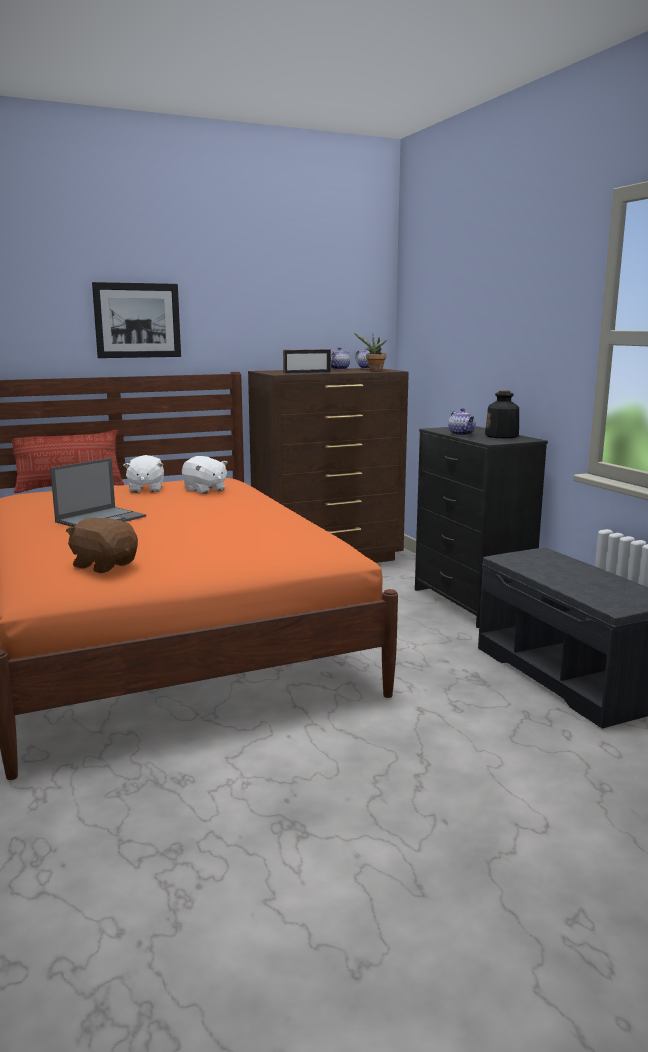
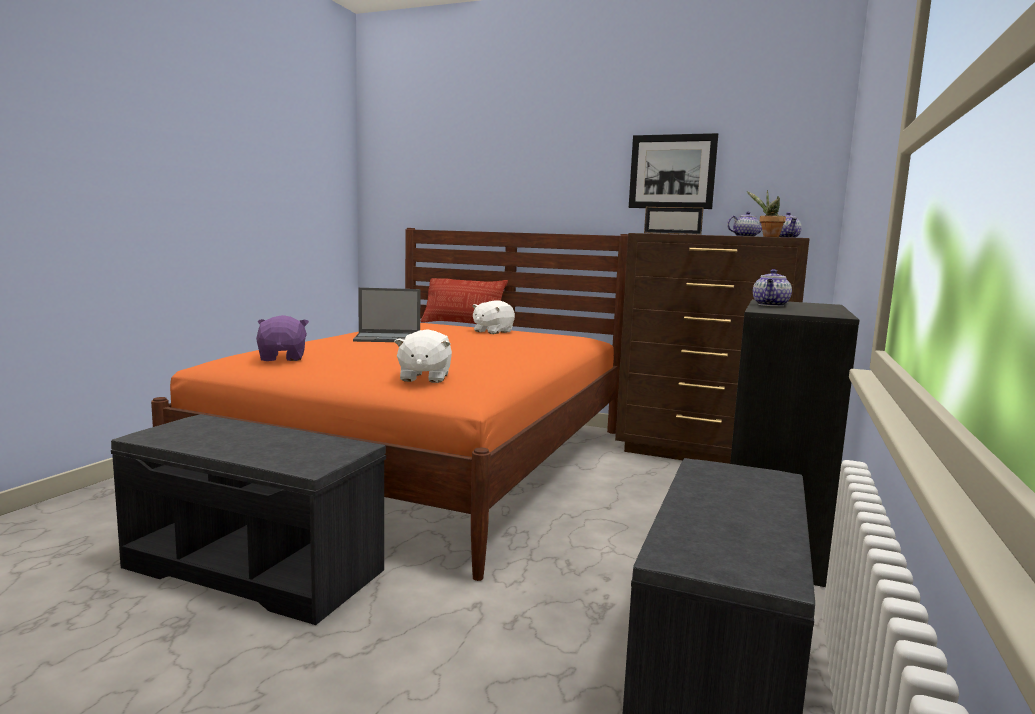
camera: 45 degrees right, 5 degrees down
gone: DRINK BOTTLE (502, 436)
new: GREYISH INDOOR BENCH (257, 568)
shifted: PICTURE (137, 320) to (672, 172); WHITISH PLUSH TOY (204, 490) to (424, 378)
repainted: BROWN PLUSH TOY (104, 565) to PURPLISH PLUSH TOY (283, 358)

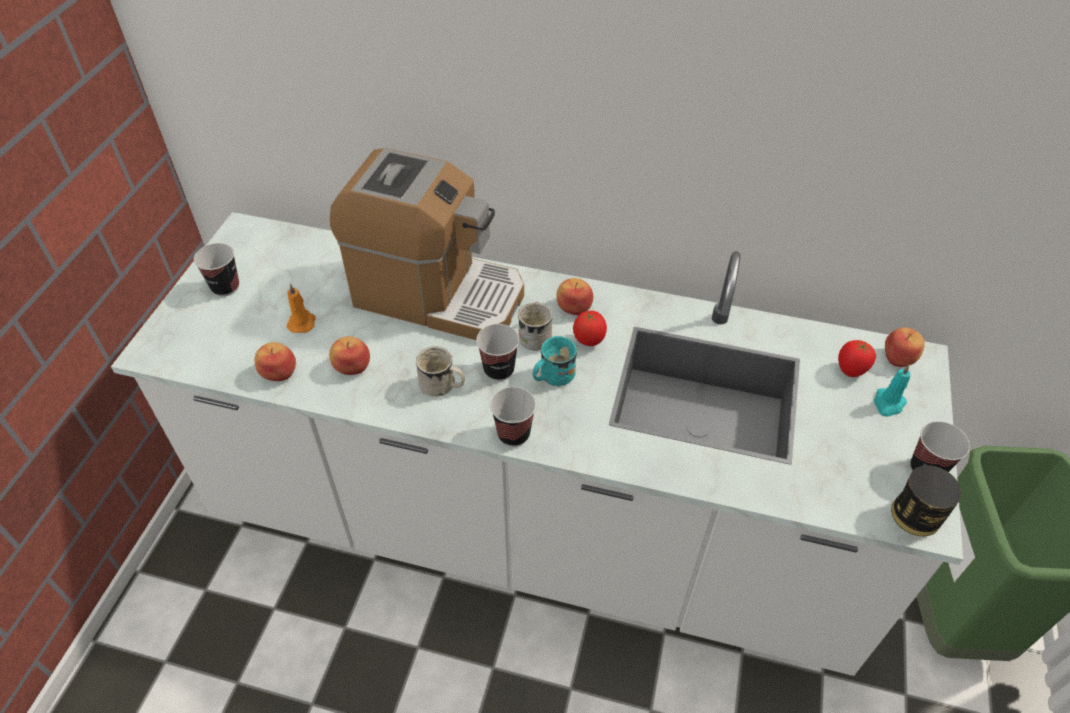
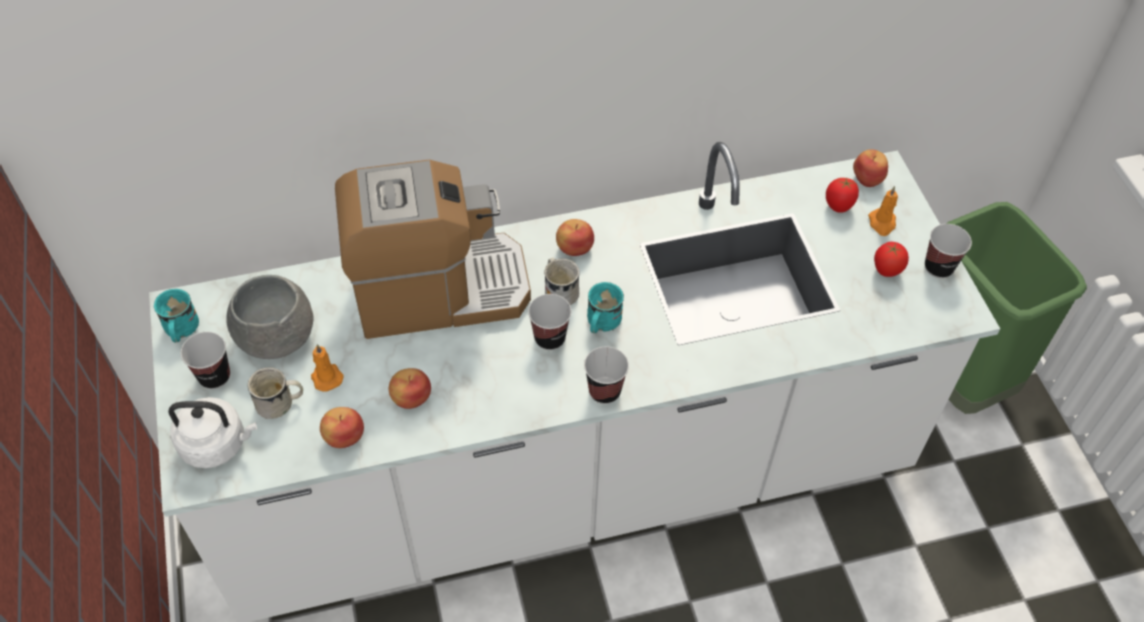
camera: 30 degrees left, 5 degrees up
gone: SEALED CAN (916, 515)
new: GREYISH SERVING BOWL (275, 335); TURQUOISE MUG (180, 331); WHITISH WATER KETTLE (217, 444)
shifted: FRESH TOMATO (589, 341) to (886, 271); WHITISH MUG (442, 387) to (281, 404)
repainted: TURQUOISE CANDLE (888, 403) to ORANGEY CANDLE (882, 223)

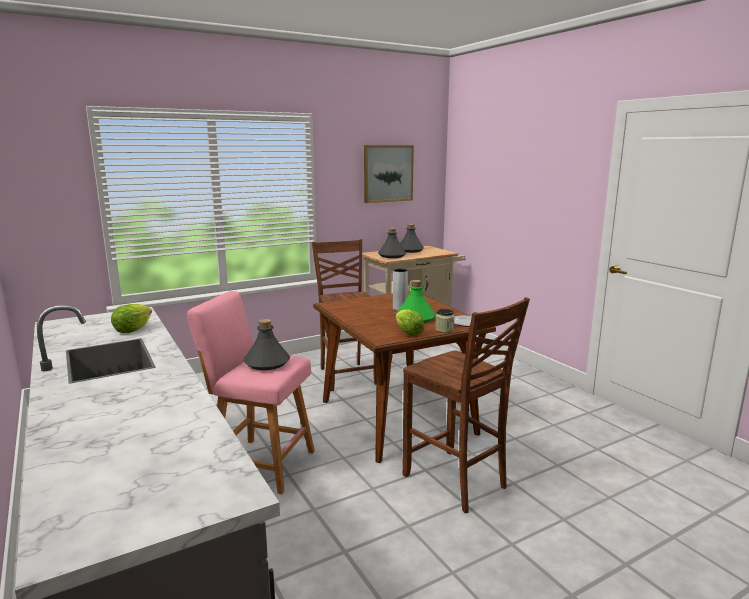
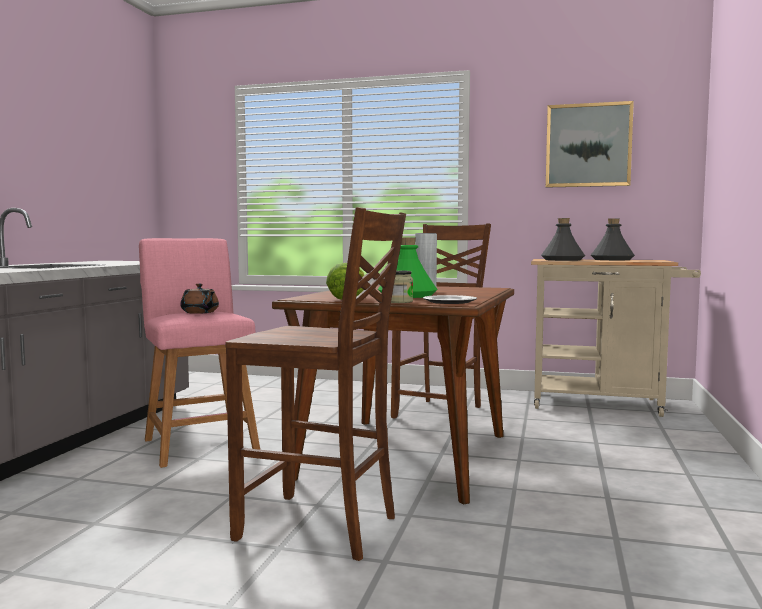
camera: 45 degrees right, 10 degrees down
gone: LETTUCE HEAD (132, 330)
swapped: GREYISH DRINK BOTTLE (267, 363) to BROWN TEA POT (200, 312)
rotated: BROWN UPRIGHT CHAIR (456, 482) = (320, 528) 75 degrees counterclockwise

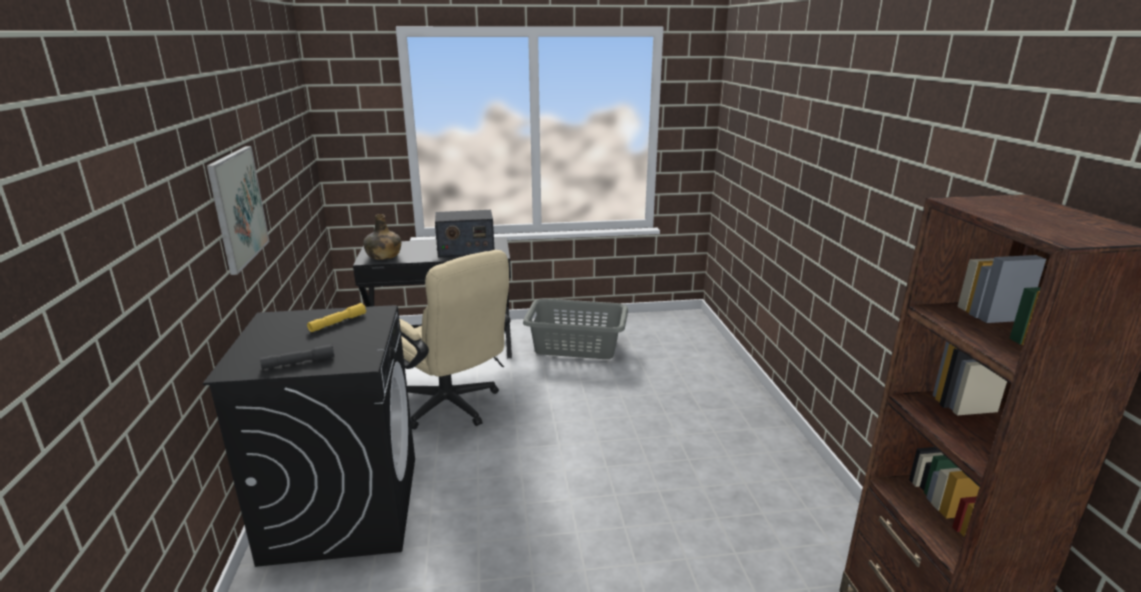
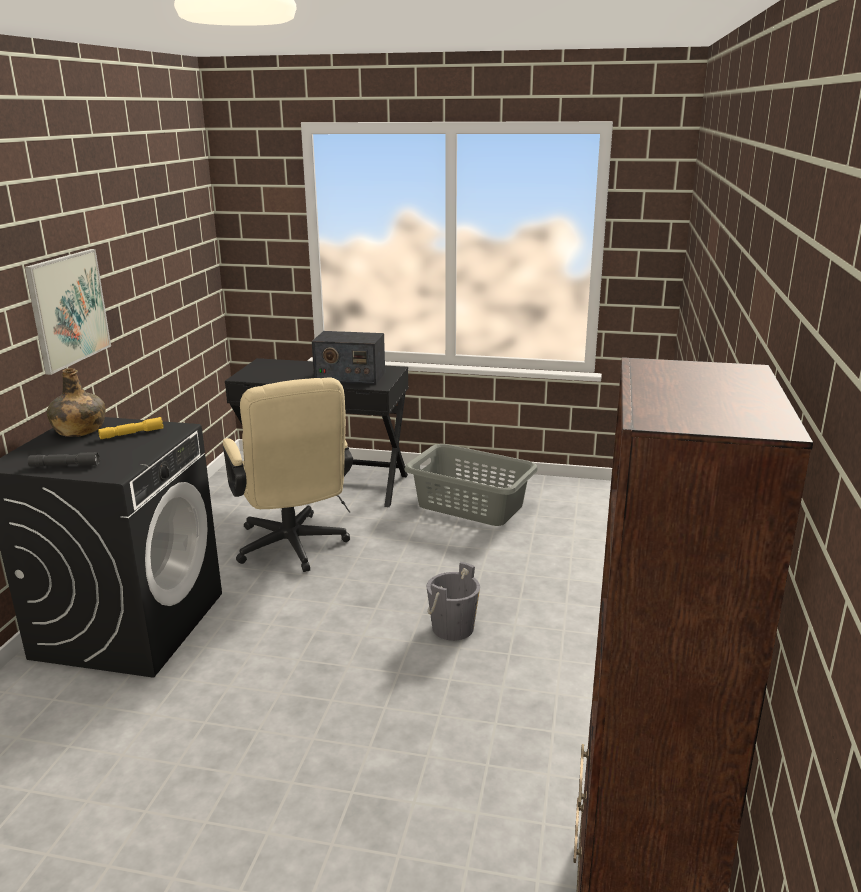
camera: 20 degrees right, 0 degrees up
new: GREYISH WATER BUCKET (453, 628)
shifted: GREENISH DRINK BOTTLE (383, 256) to (79, 430)

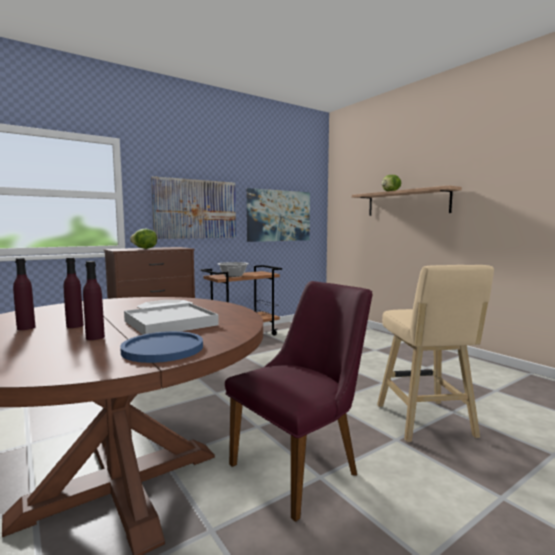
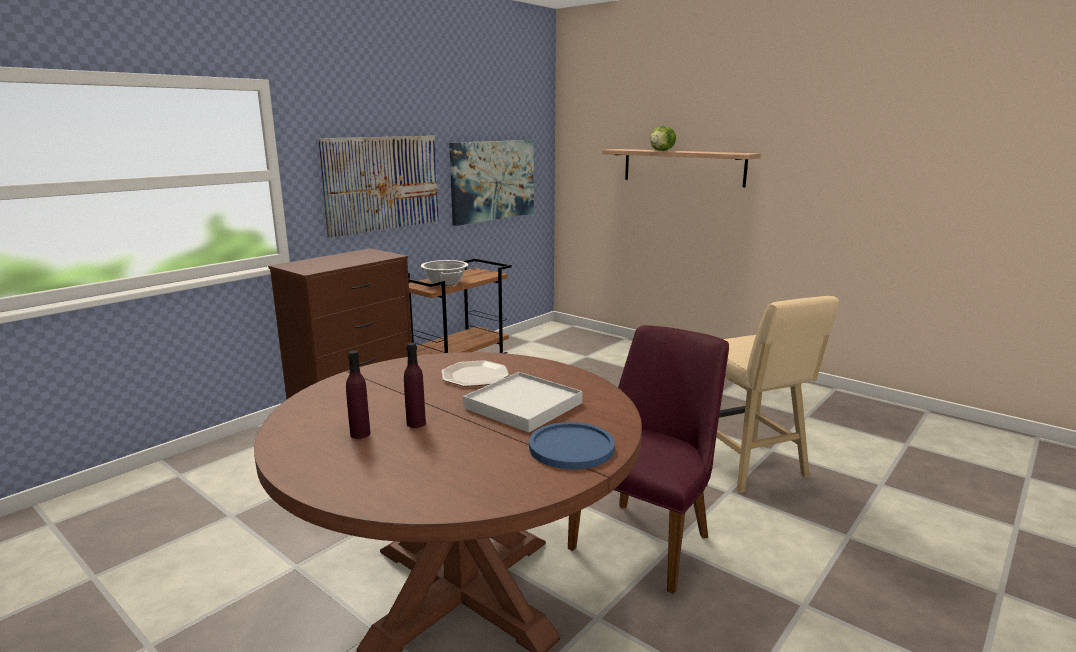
camera: 15 degrees left, 10 degrees up
gone: LETTUCE HEAD (144, 248); PURPLISH DRINK BOTTLE (95, 337)

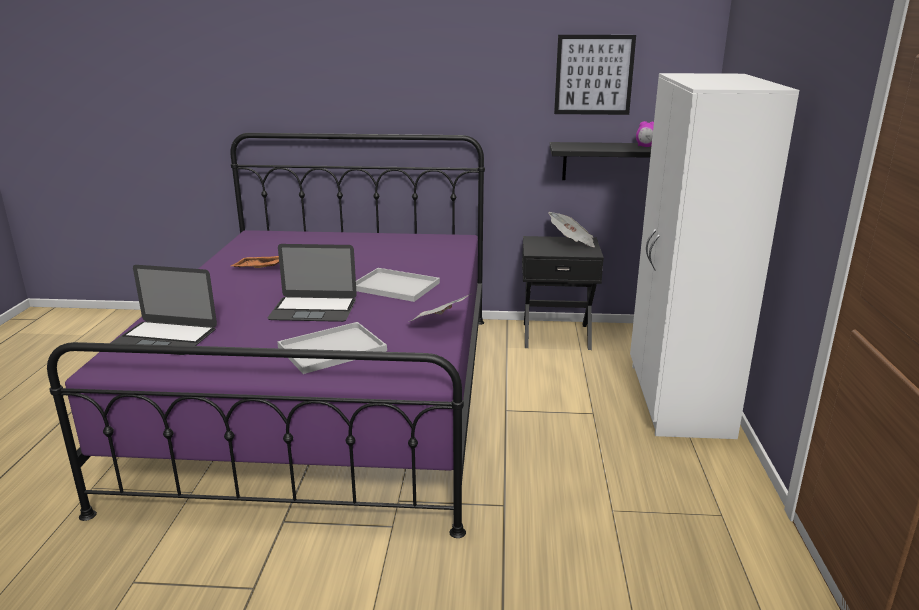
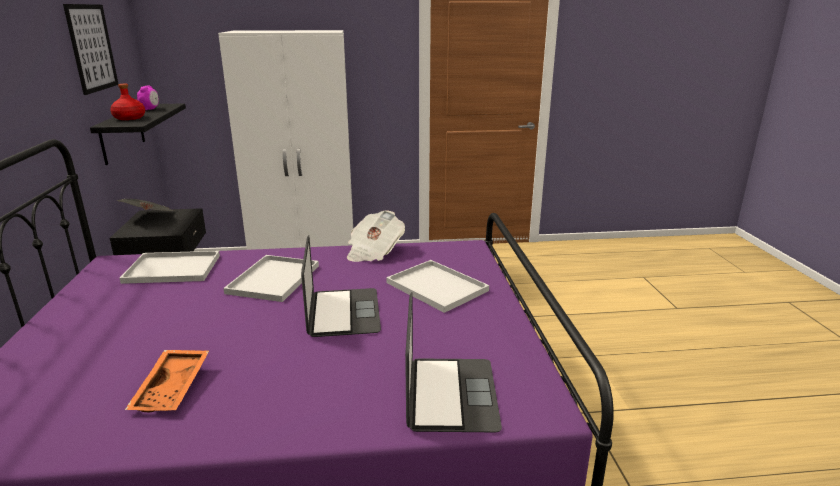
camera: 100 degrees left, 0 degrees up
new: RED DRINK BOTTLE (129, 118); WHITISH TRAY (174, 268)

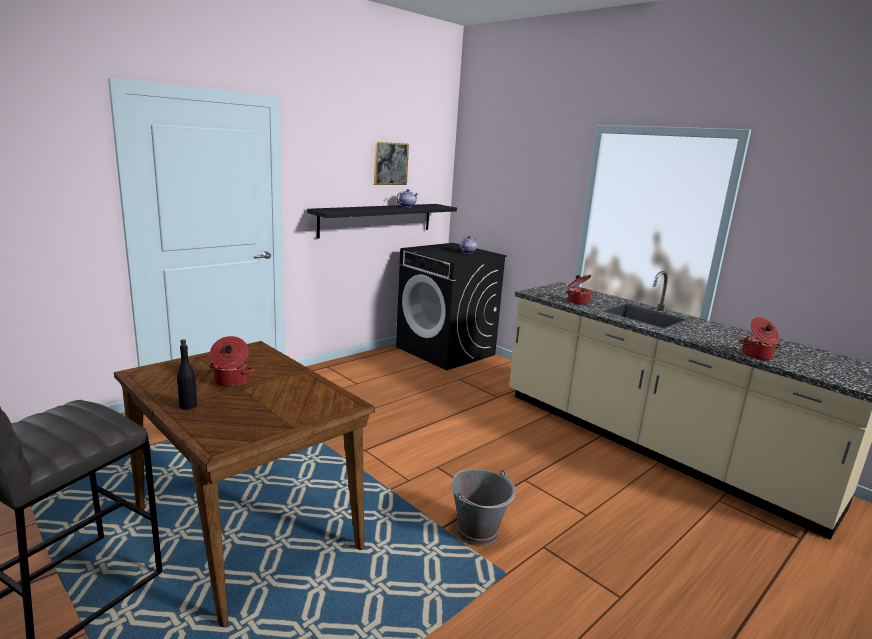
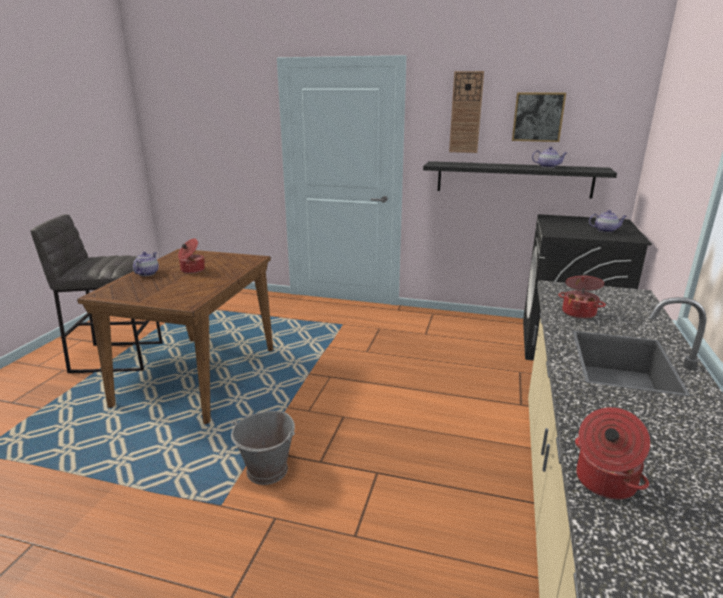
camera: 60 degrees right, 5 degrees up
new: CLOCK ON THE WALL (466, 112)
swapped: BLACKISH DRINK BOTTLE (188, 406) to TEA POT (147, 273)

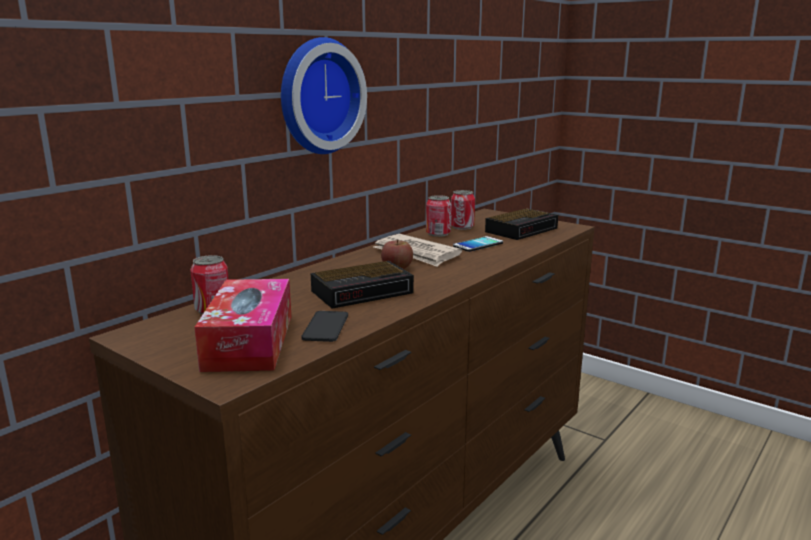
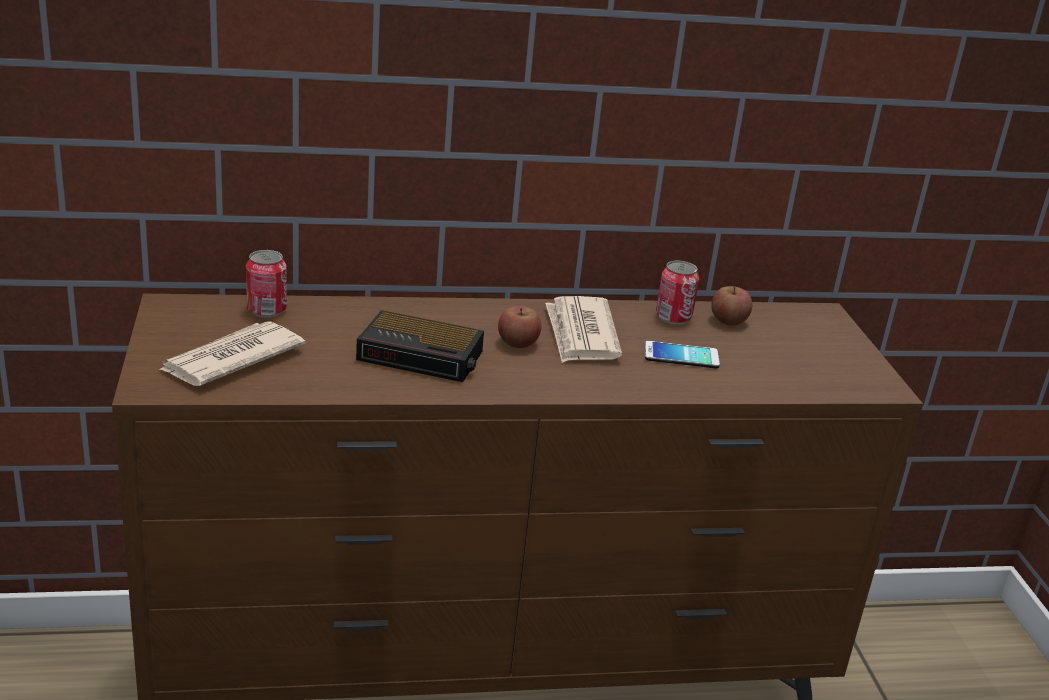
camera: 40 degrees right, 10 degrees up
gone: CLOCK ON THE WALL (317, 96); ALARM CLOCK (522, 229); PHONE (325, 327)
swapped: SEALED CAN (462, 227) to APPLE (728, 320); BOX OF TISSUES (249, 341) to DAILY PAPER (230, 359)

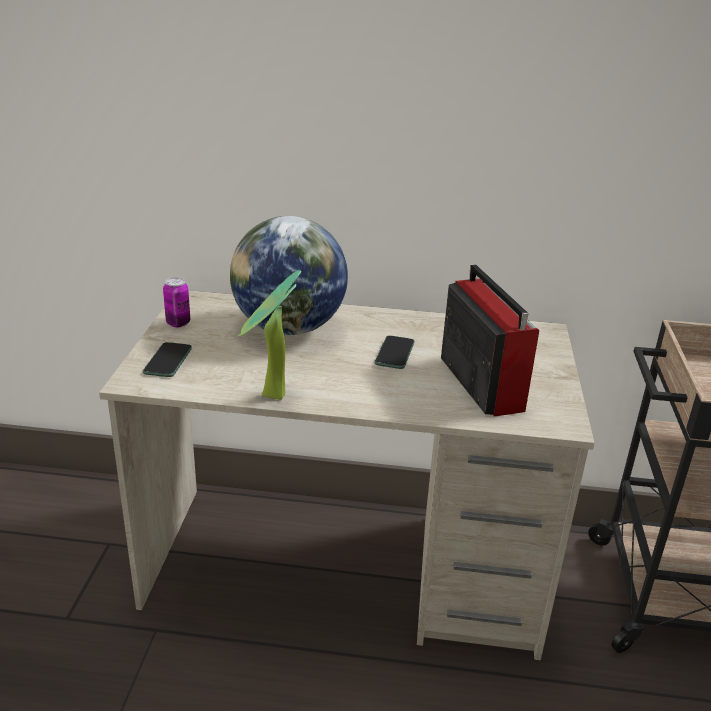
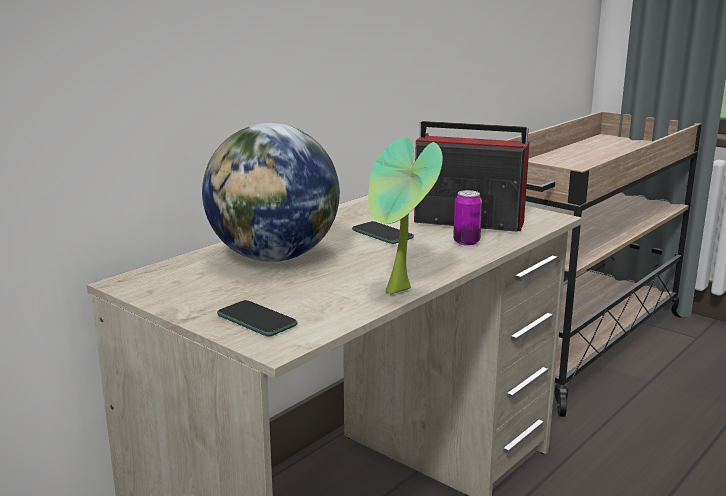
camera: 55 degrees left, 10 degrees down
shifted: SEALED CAN (178, 323) to (466, 242)

